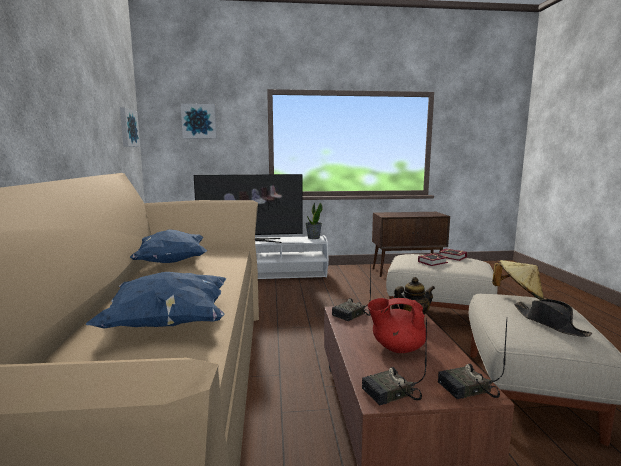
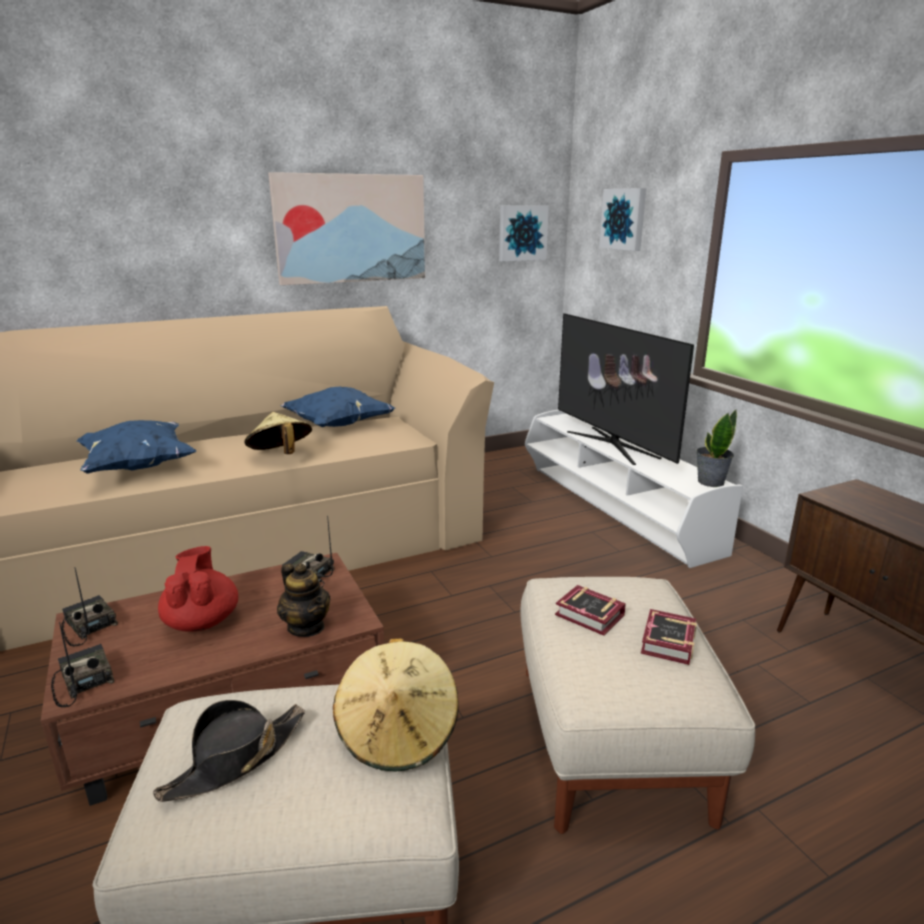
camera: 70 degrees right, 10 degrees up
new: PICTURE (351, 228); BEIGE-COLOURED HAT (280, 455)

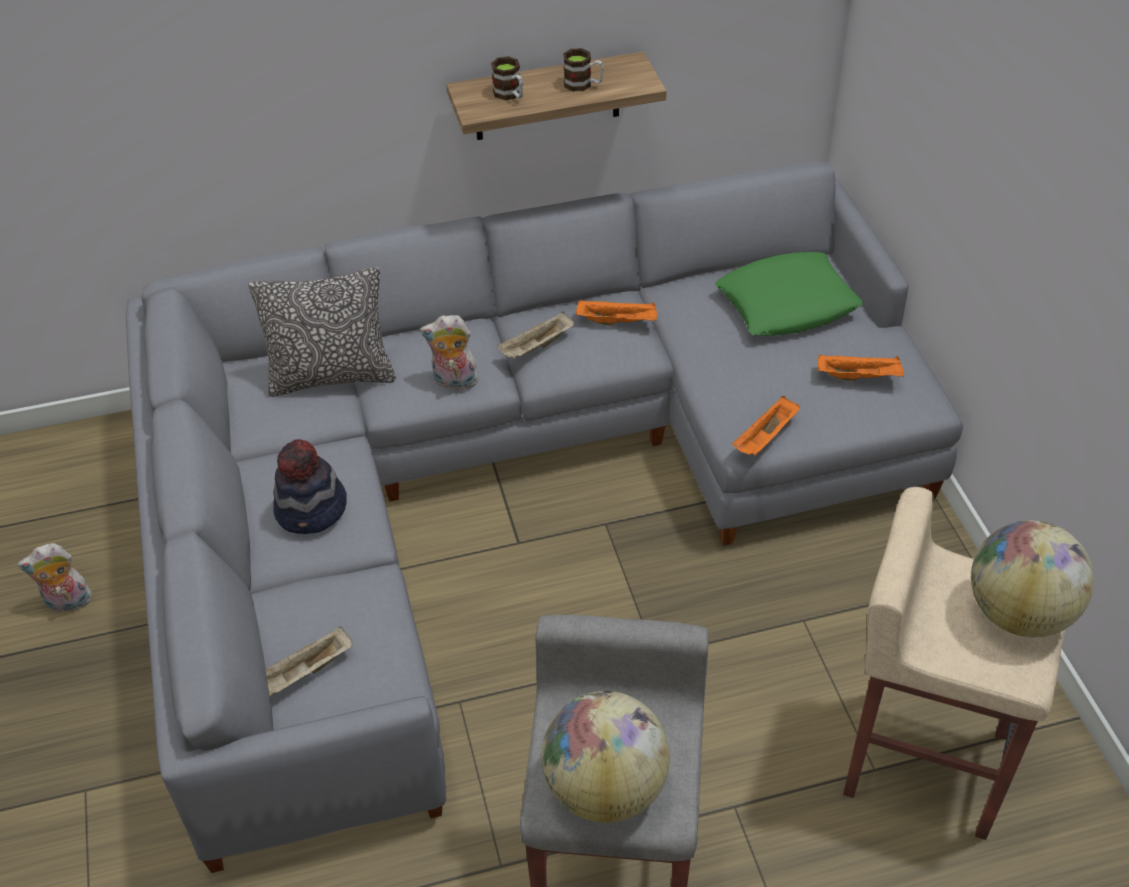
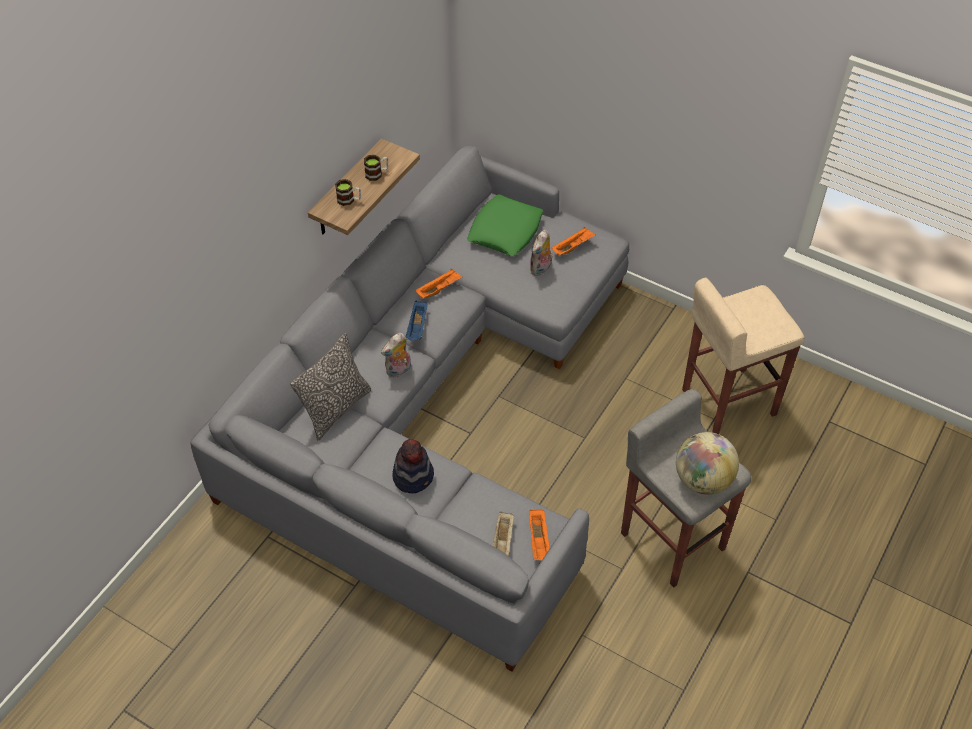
camera: 45 degrees left, 5 degrees up
gone: DESK GLOBE (1019, 613)
shifted: ORANGEY TRAY (765, 438) to (539, 540); PLUSH TOY (67, 603) to (541, 269)
repainted: BEIGE-COLOURED TRAY (537, 347) to BLUE-COLOURED TRAY (417, 327)

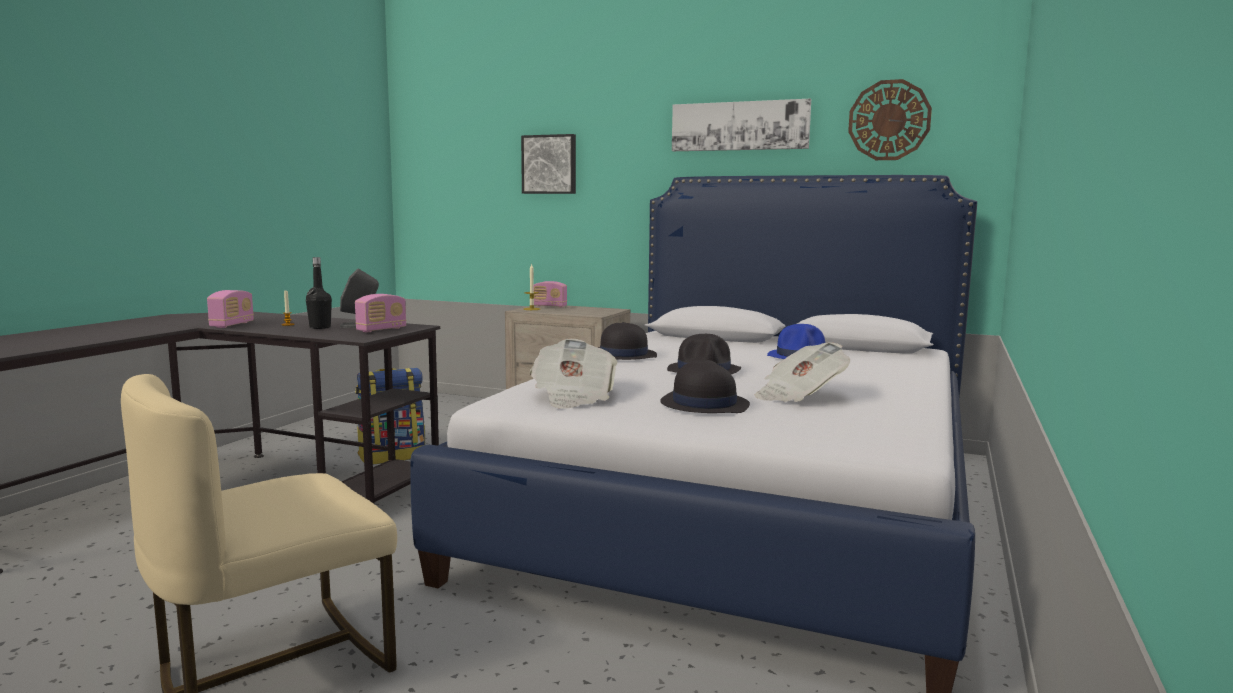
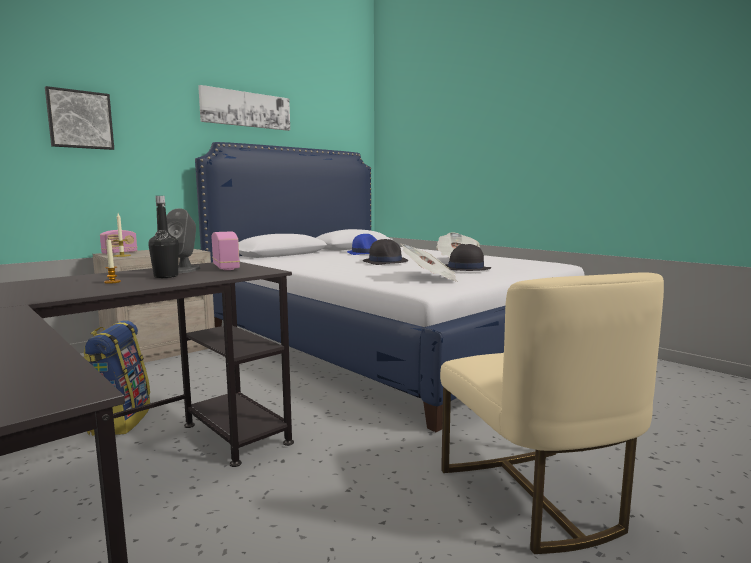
camera: 65 degrees left, 0 degrees up
gone: CLOCK ON THE WALL (889, 120); RADIO (232, 325); BLACKISH HAT (623, 355)

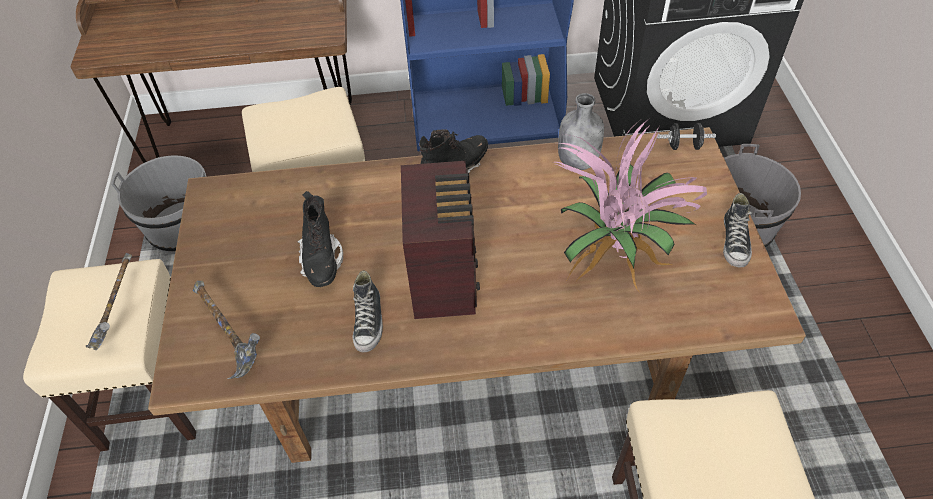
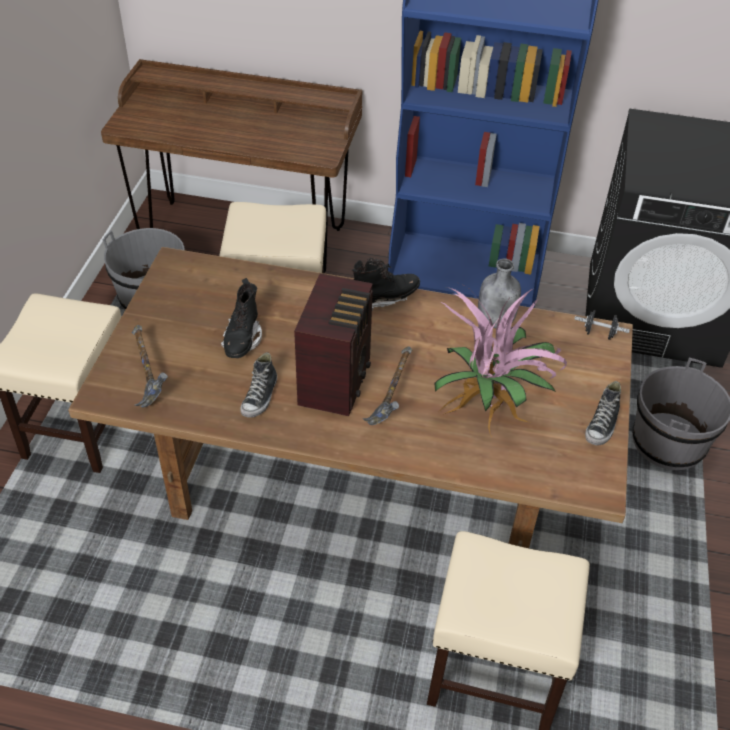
camera: 15 degrees right, 5 degrees down
shifted: HAMMER (121, 314) to (392, 400)

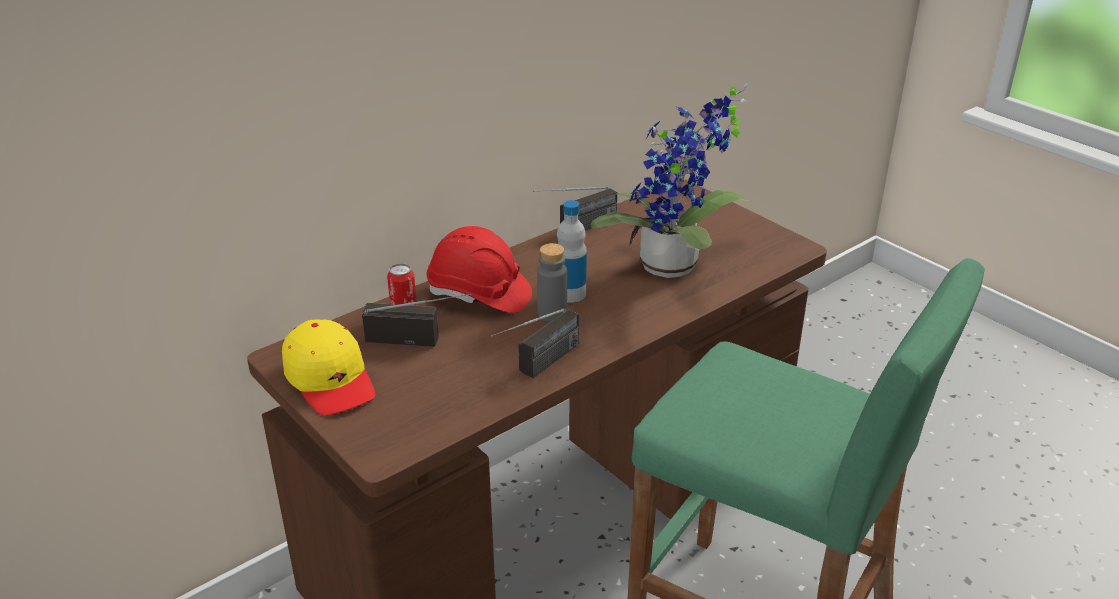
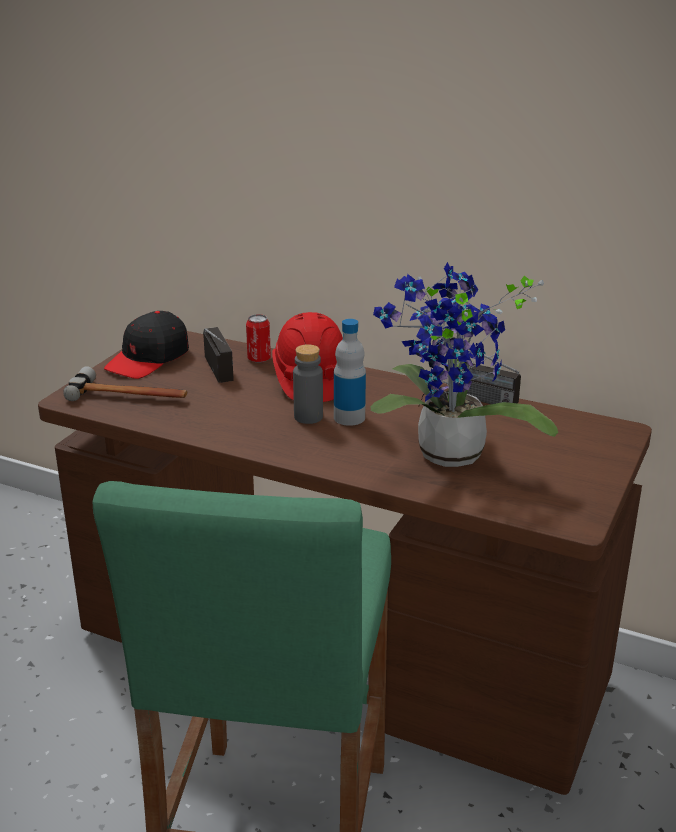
camera: 65 degrees right, 5 degrees down
gone: RADIO (538, 368)
new: HAMMER (129, 395)
repainted: YELLOW BASEBALL CAP (330, 379) to BLACKISH BASEBALL CAP (148, 359)

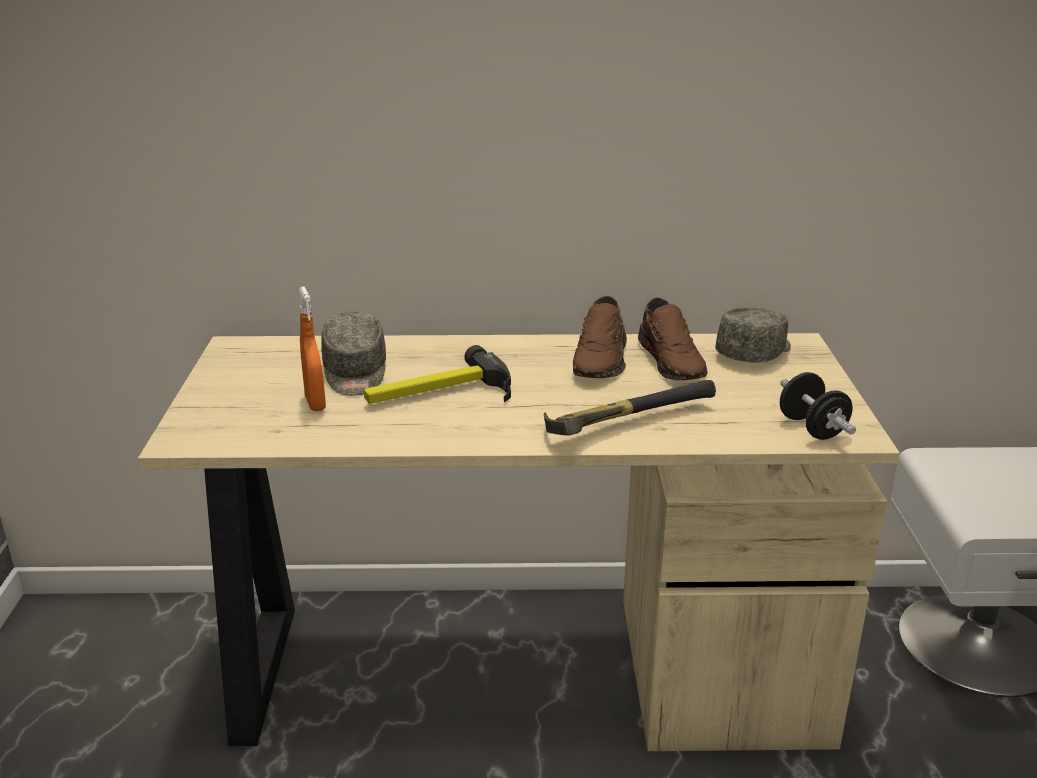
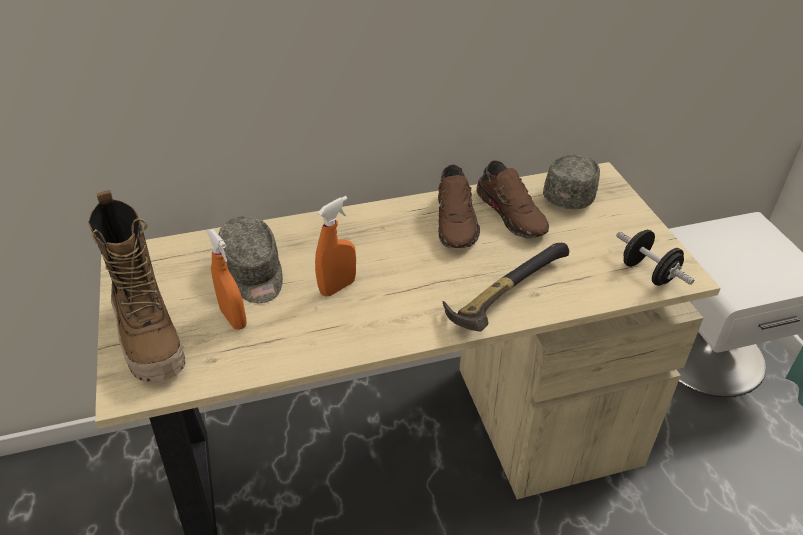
camera: 15 degrees left, 15 degrees up
new: TALL BOOT (150, 338)
swapped: HAMMER (438, 394) to ORANGEY SPRAYER (338, 287)

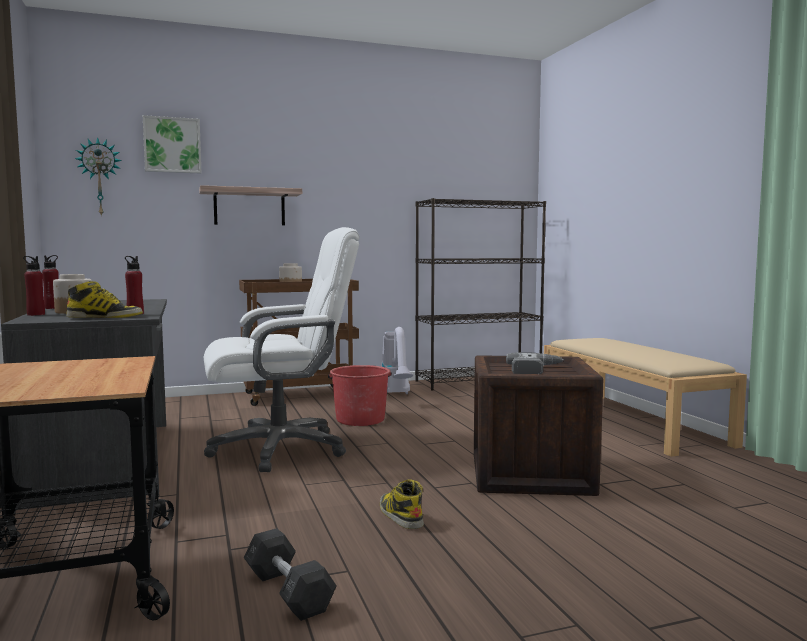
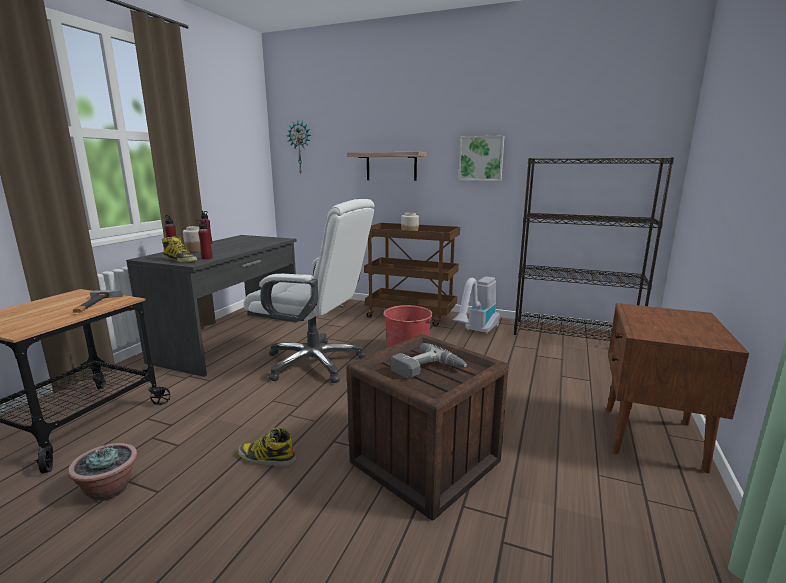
camera: 40 degrees right, 10 degrees up
new: HAMMER (95, 304)
shifted: PICTURE (172, 145) to (481, 158)
swapped: BEIGE-COLOURED INDOOR BENCH (631, 422) to BROWN BEDSIDE TABLE (651, 438); GREYISH DUMBBELL (288, 591) to HOUSEPLANT (109, 490)
rotated: TALL BOOT (400, 515) = (266, 458) 90 degrees counterclockwise

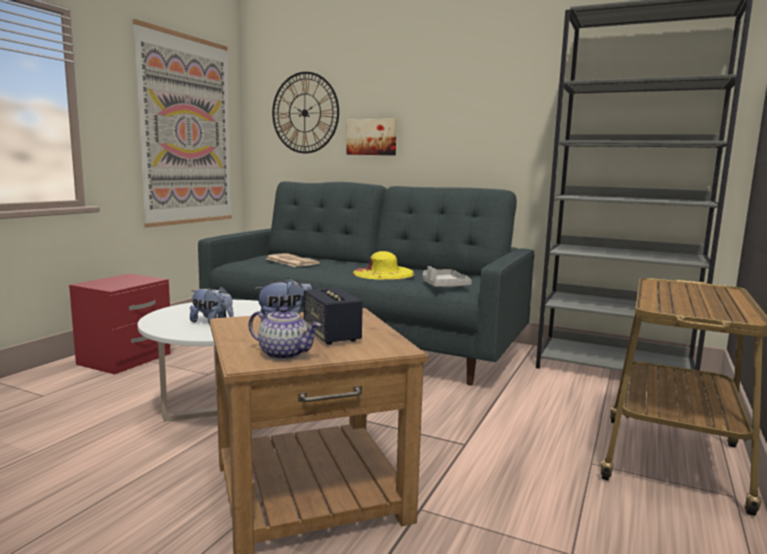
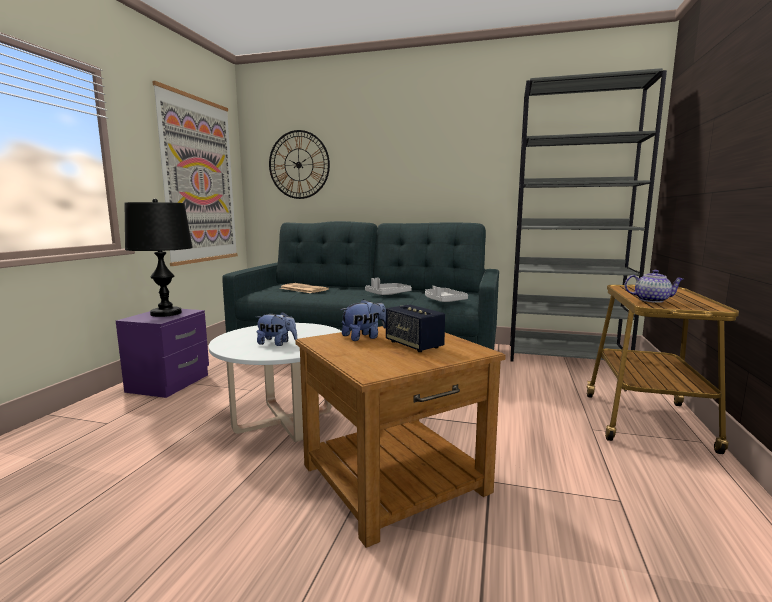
camera: 10 degrees left, 0 degrees up
gone: PICTURE (372, 137)
new: BLACKISH TABLETOP LAMP (166, 313)
shifted: TEA POT (285, 354) to (651, 300)
swapped: YELLOW HAT (383, 273) to GREYISH TRAY (387, 294)
repainted: RED BEDSIDE TABLE (126, 359) to PURPLISH BEDSIDE TABLE (170, 384)

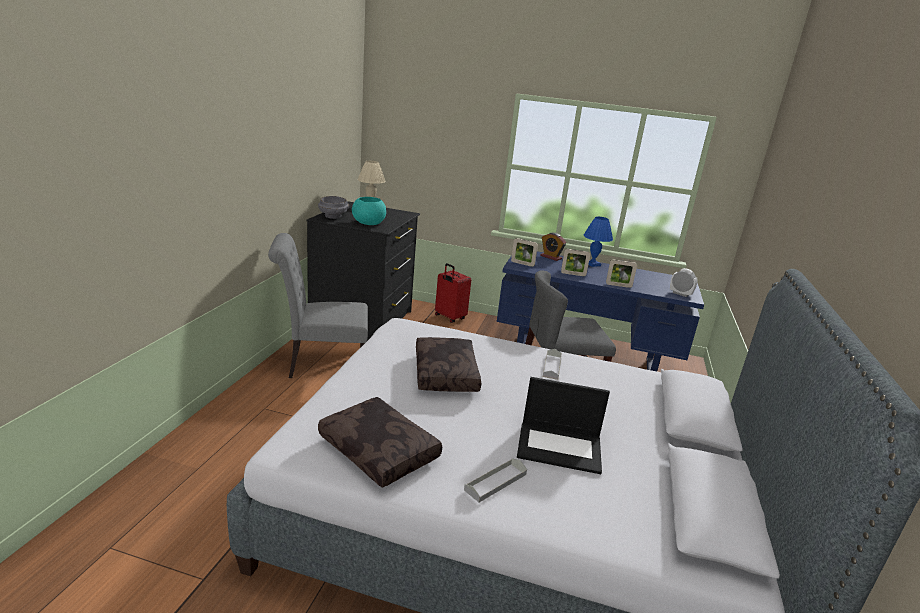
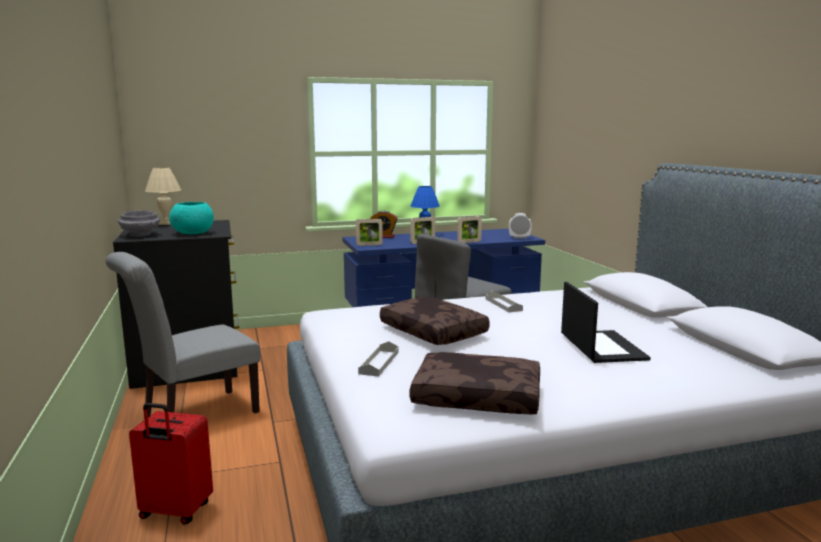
camera: 30 degrees left, 10 degrees down
shifted: RED TRAVEL CASE (449, 317) to (175, 512); GREYISH TRAY (495, 482) to (379, 363)
rotated: NOTEBOOK COMPUTER (560, 447) = (601, 346) 75 degrees counterclockwise

